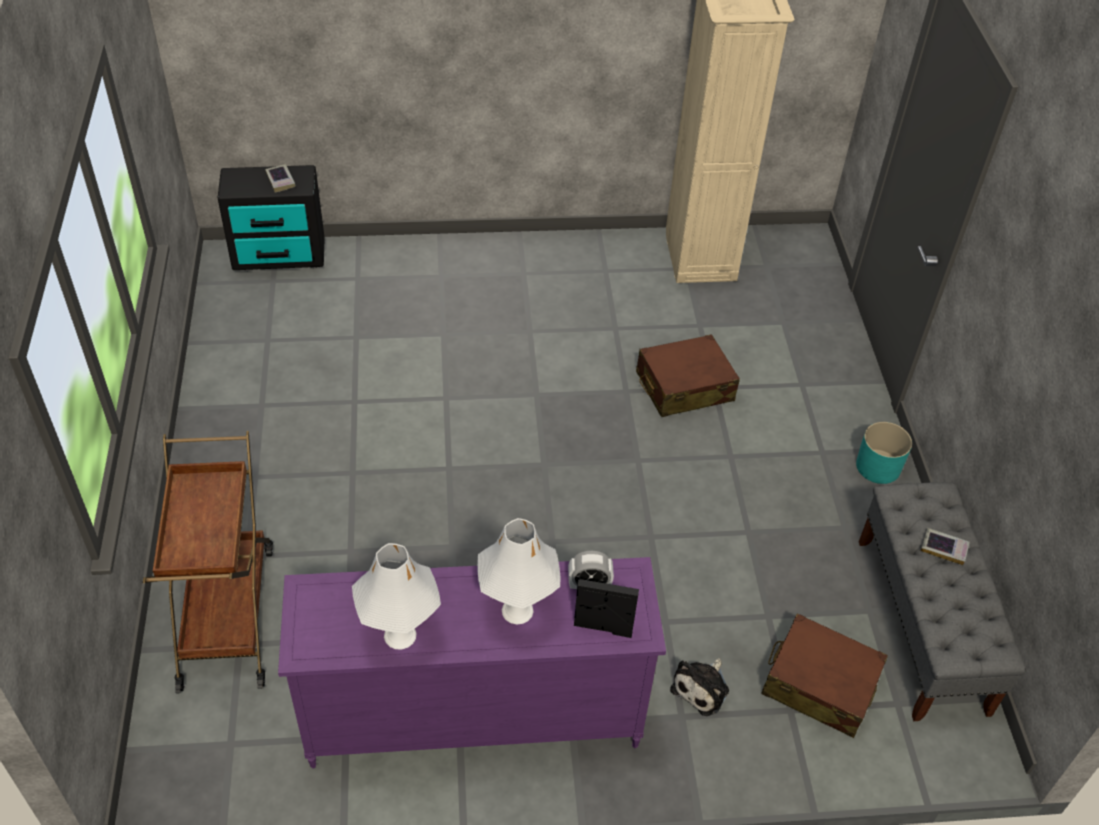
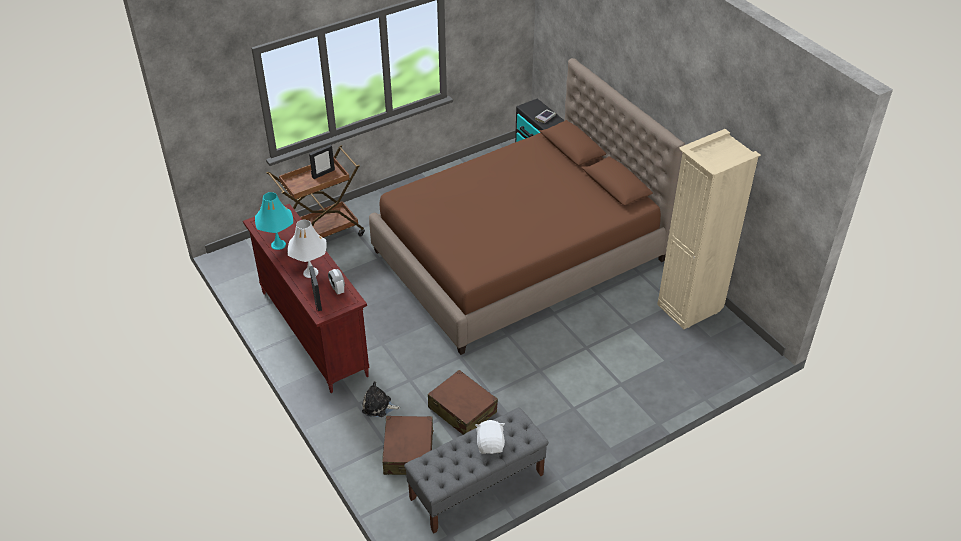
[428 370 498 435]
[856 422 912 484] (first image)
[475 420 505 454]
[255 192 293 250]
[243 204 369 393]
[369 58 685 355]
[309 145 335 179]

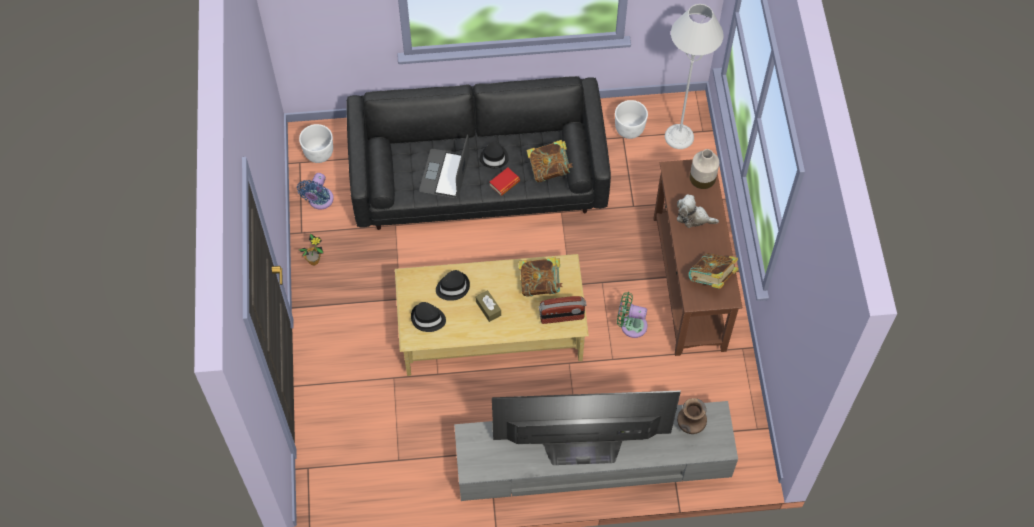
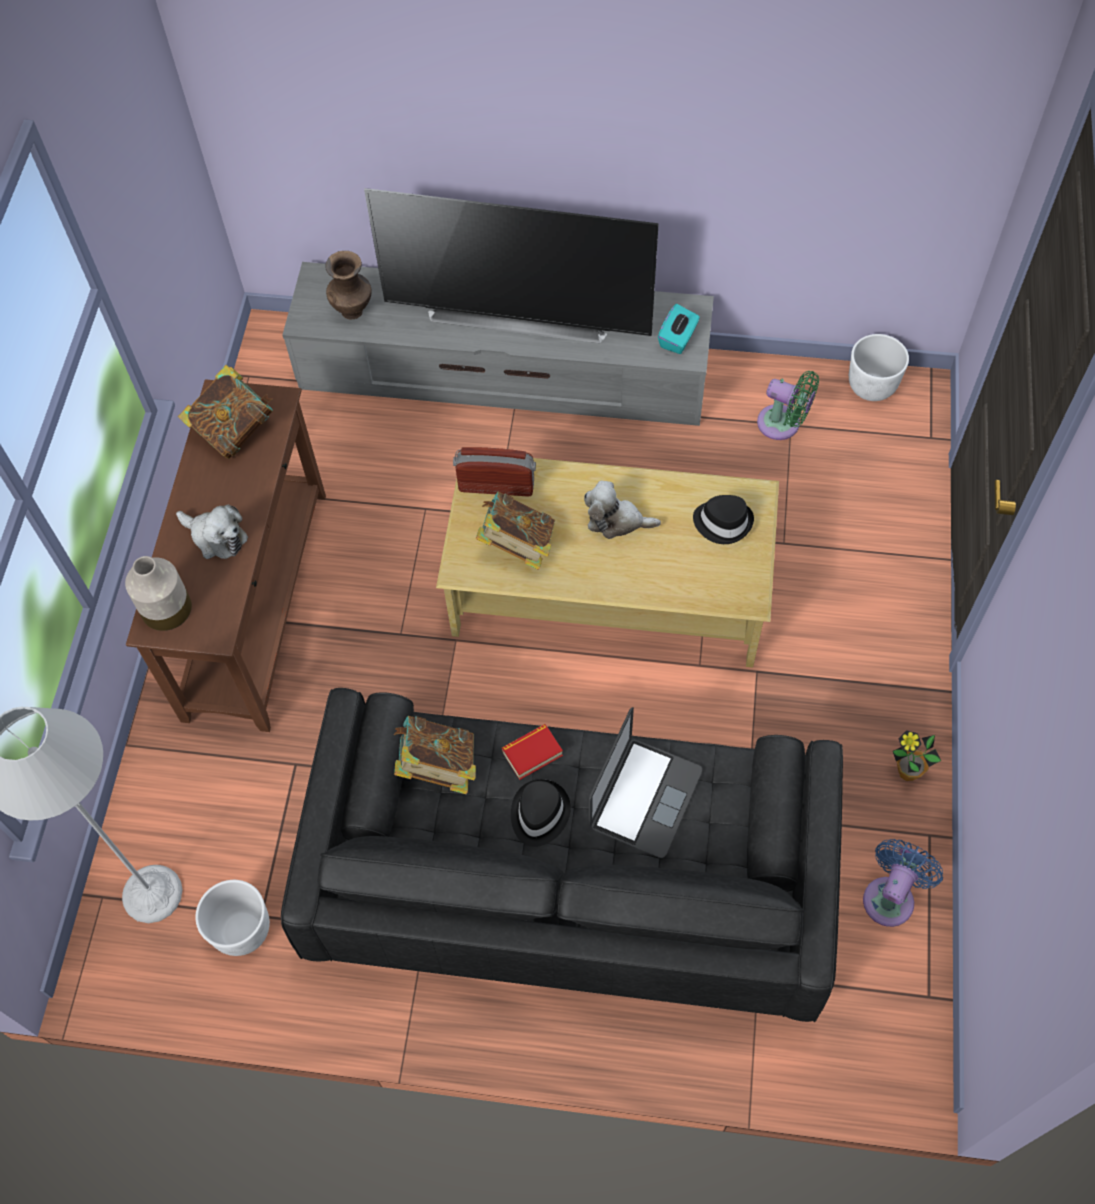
[849 334 909 401]
[436 270 470 301] (first image)
[584 481 661 539]
[757 371 819 440]
[658 304 700 354]

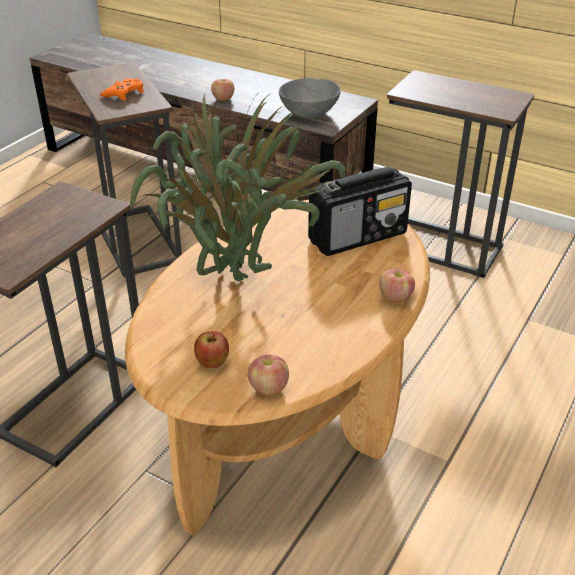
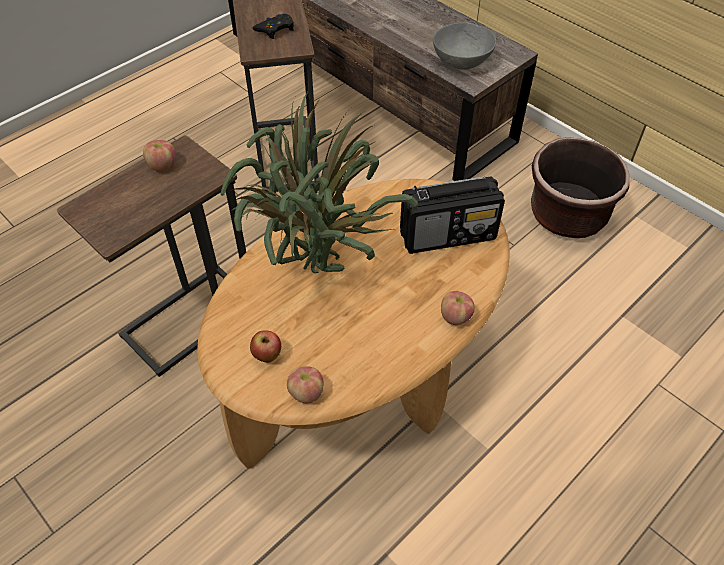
[531 137 629 238]
[253 14 294 39]
[143 140 175 171]

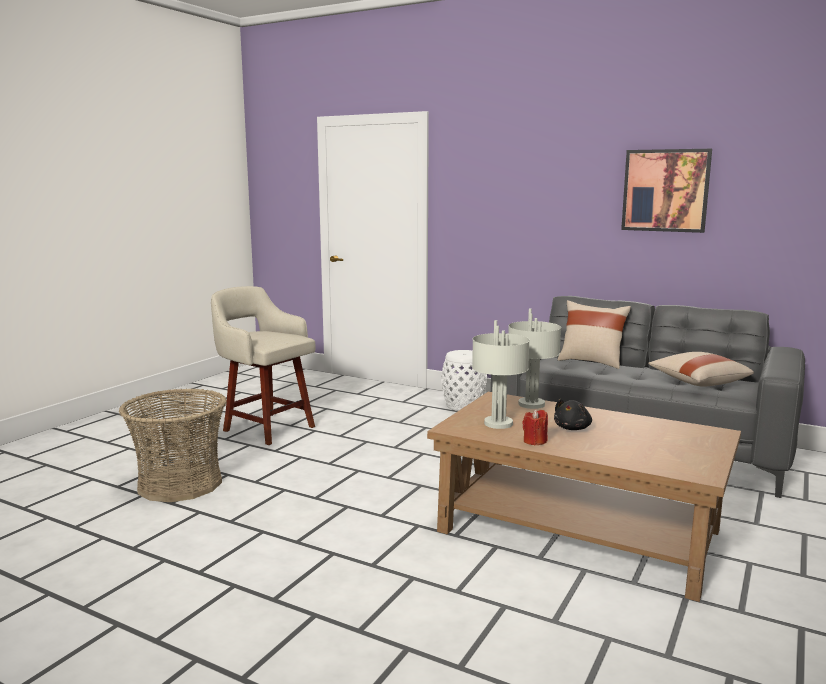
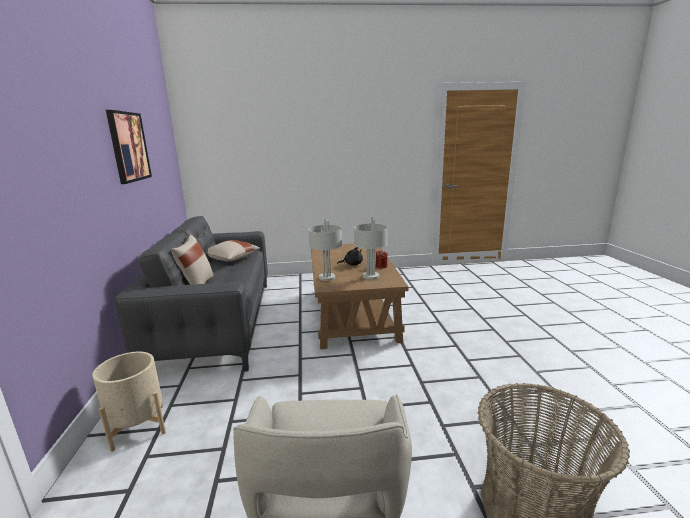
[92 352 166 452]

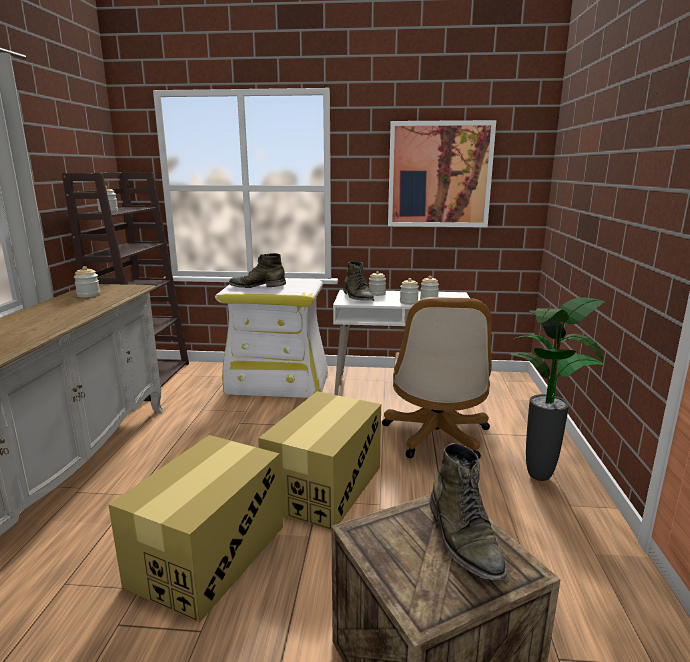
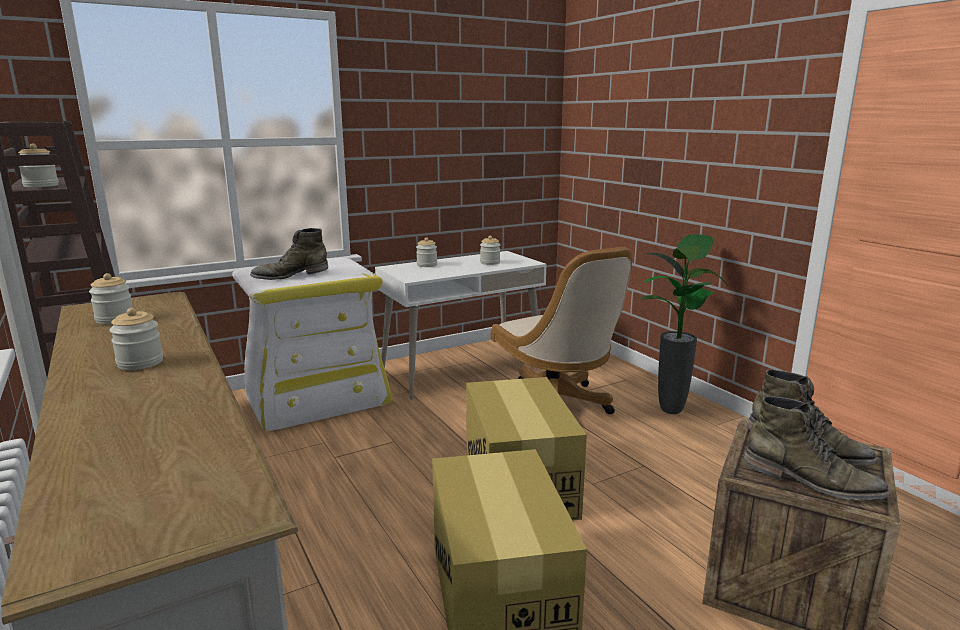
[388 120 496 227] (first image)
[743 396 890 500]
[110 308 163 370]

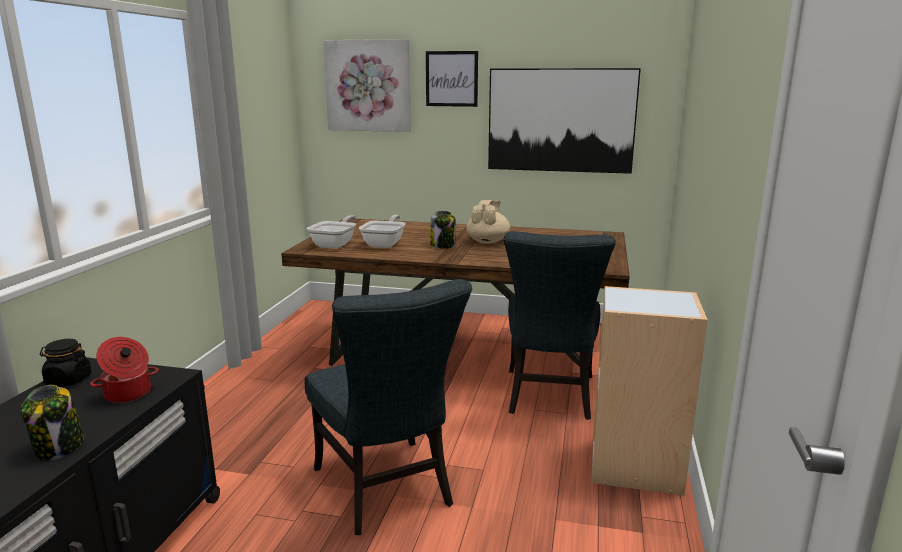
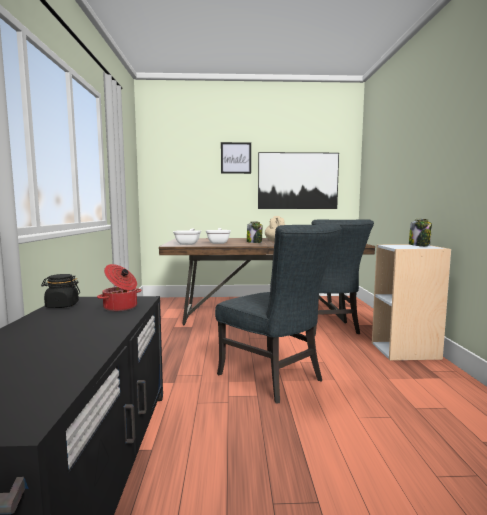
[323 39 411 132] (first image)
[409 219 432 246]

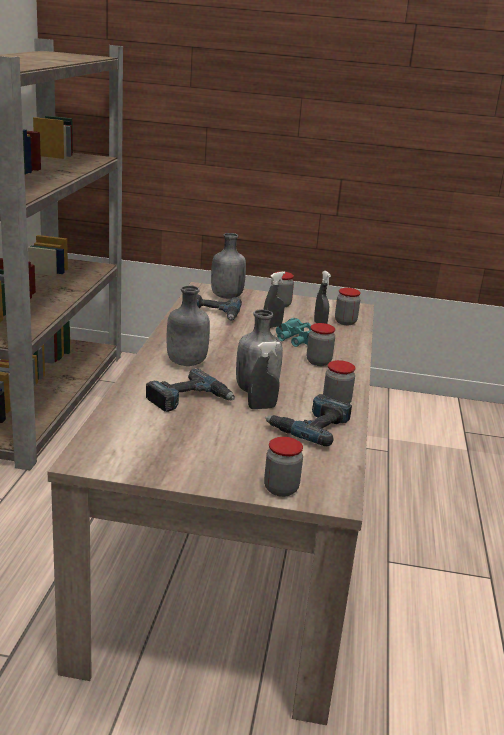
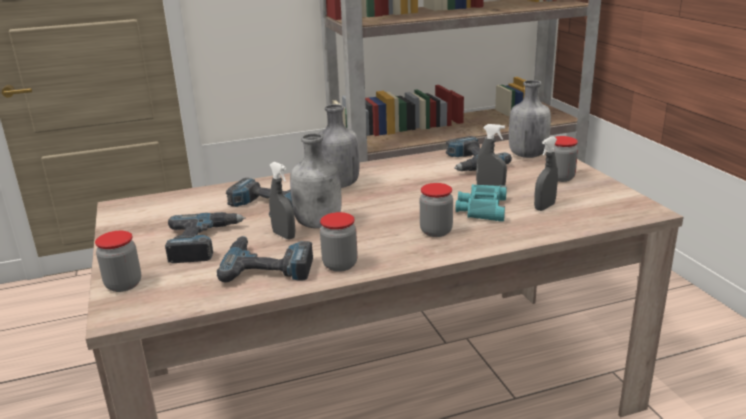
[335 288 361 325] (first image)
[165 212 245 263]

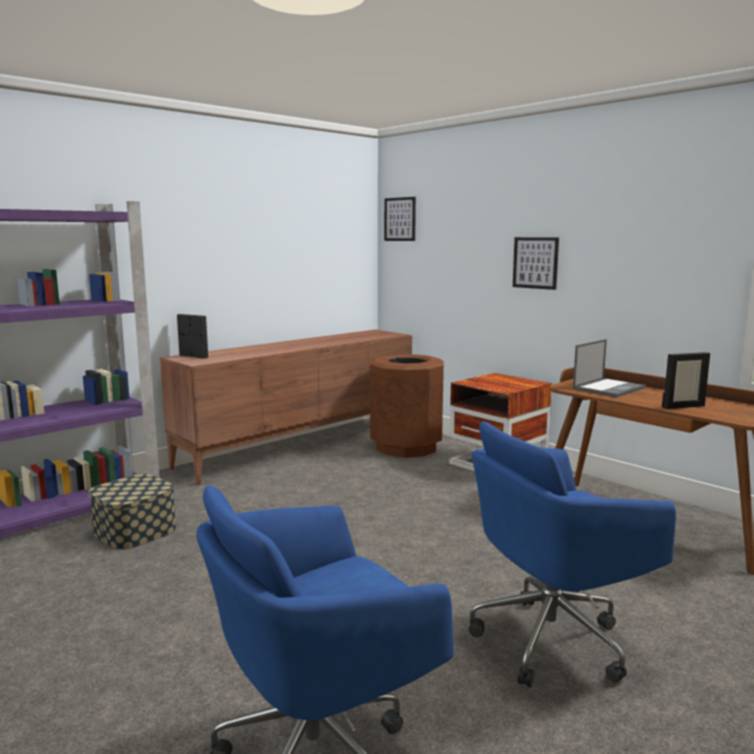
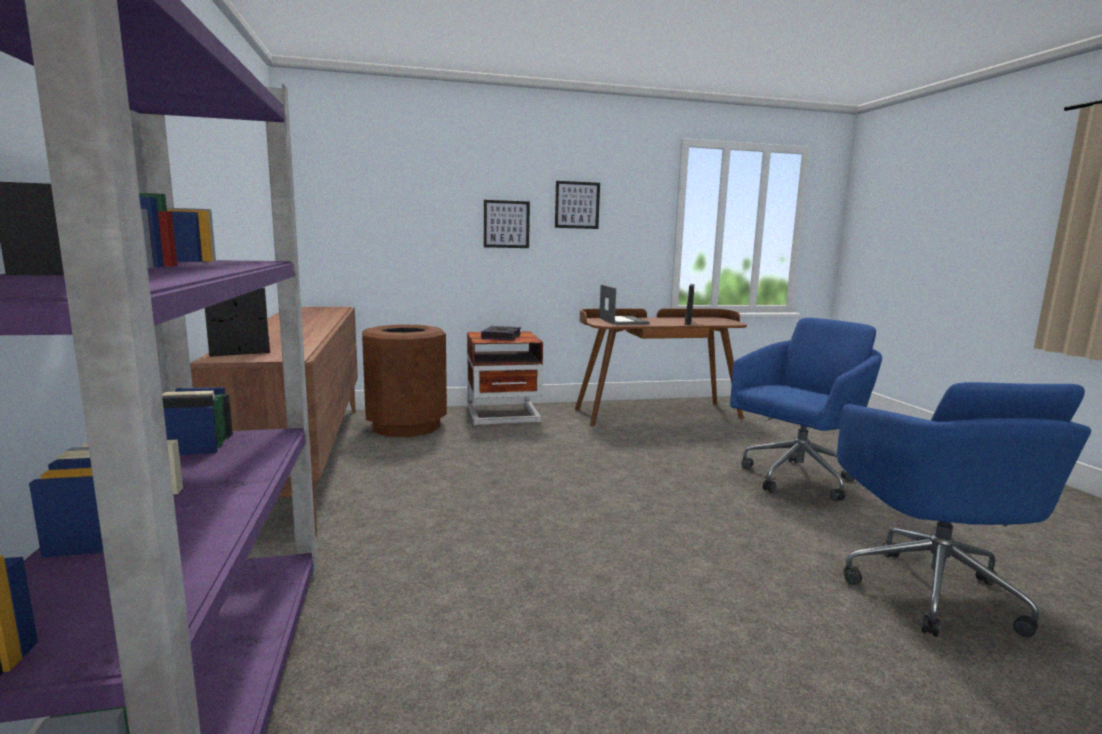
[555 181 600 229]
[730 318 882 501]
[88 474 176 549] (first image)
[481 326 521 340]

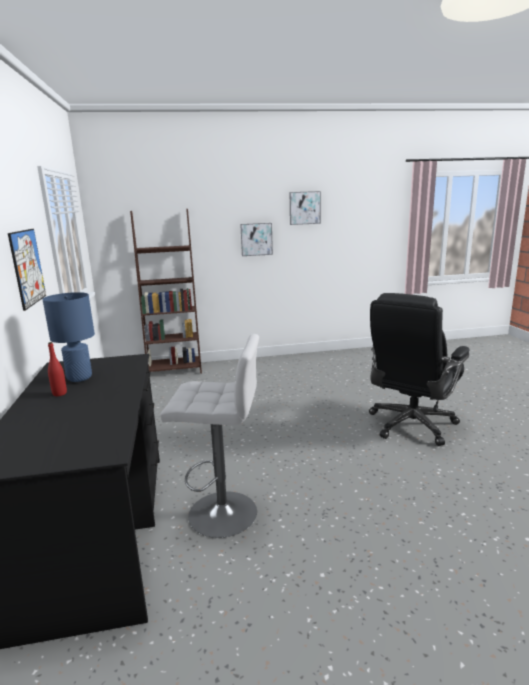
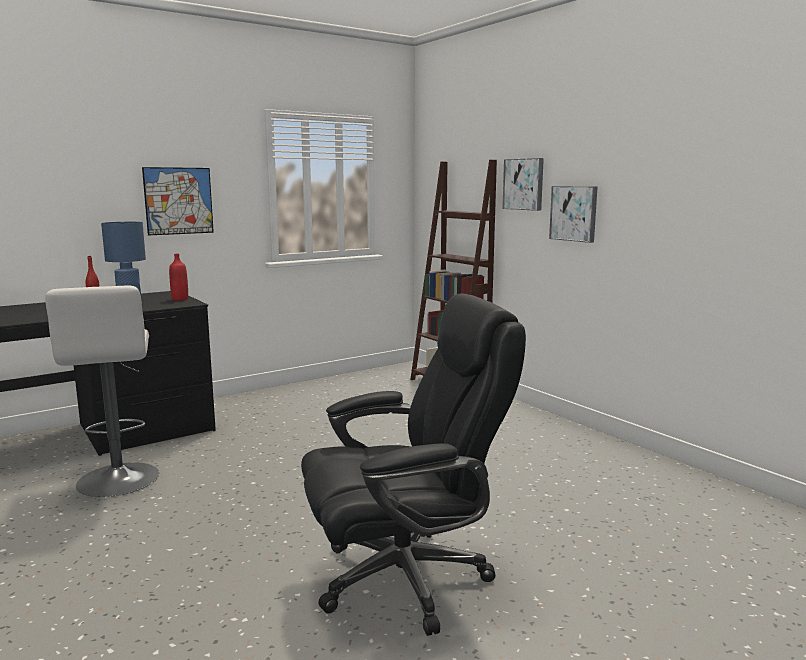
[502 158 544 211]
[301 293 526 636]
[169 254 188 301]

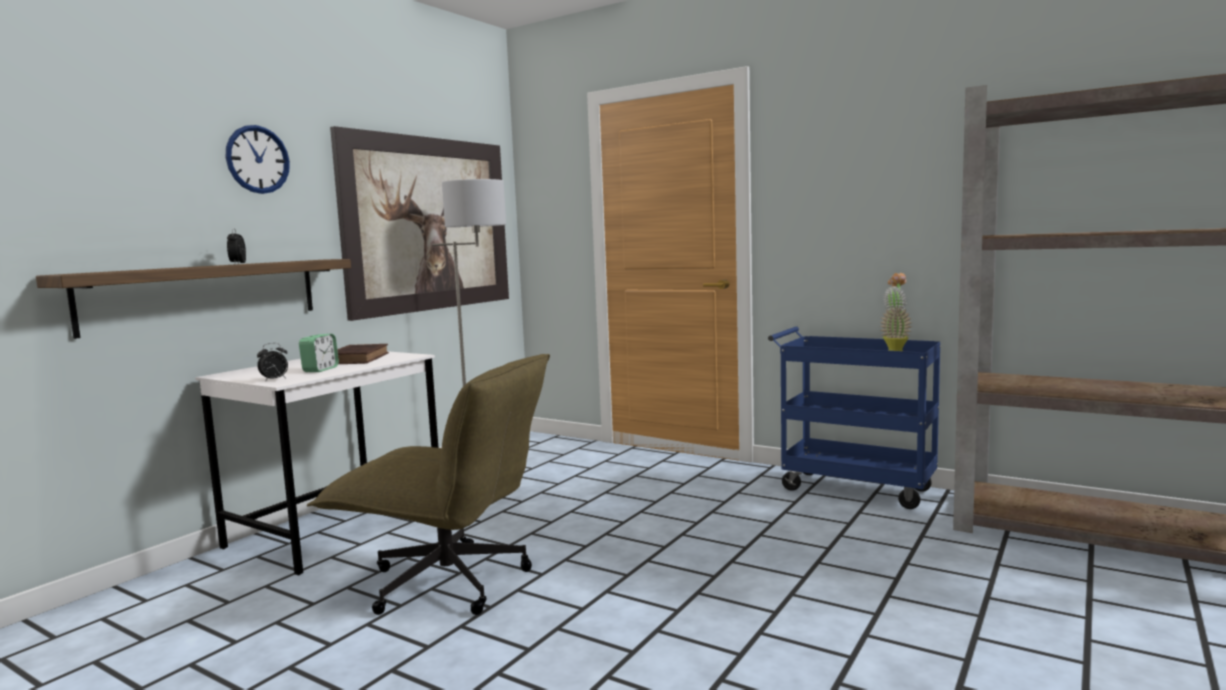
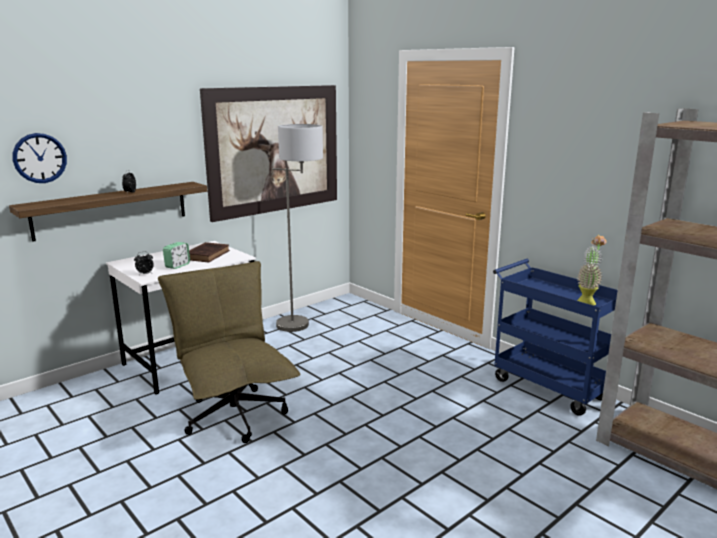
[13 133 67 183]
[158 261 300 443]

